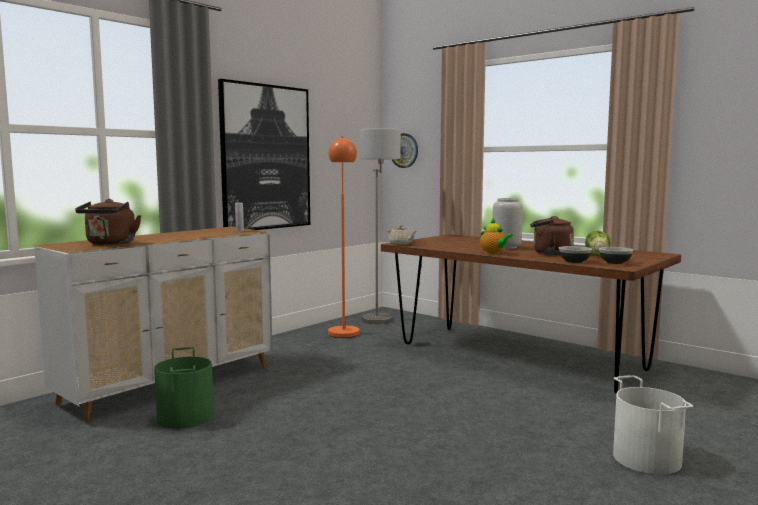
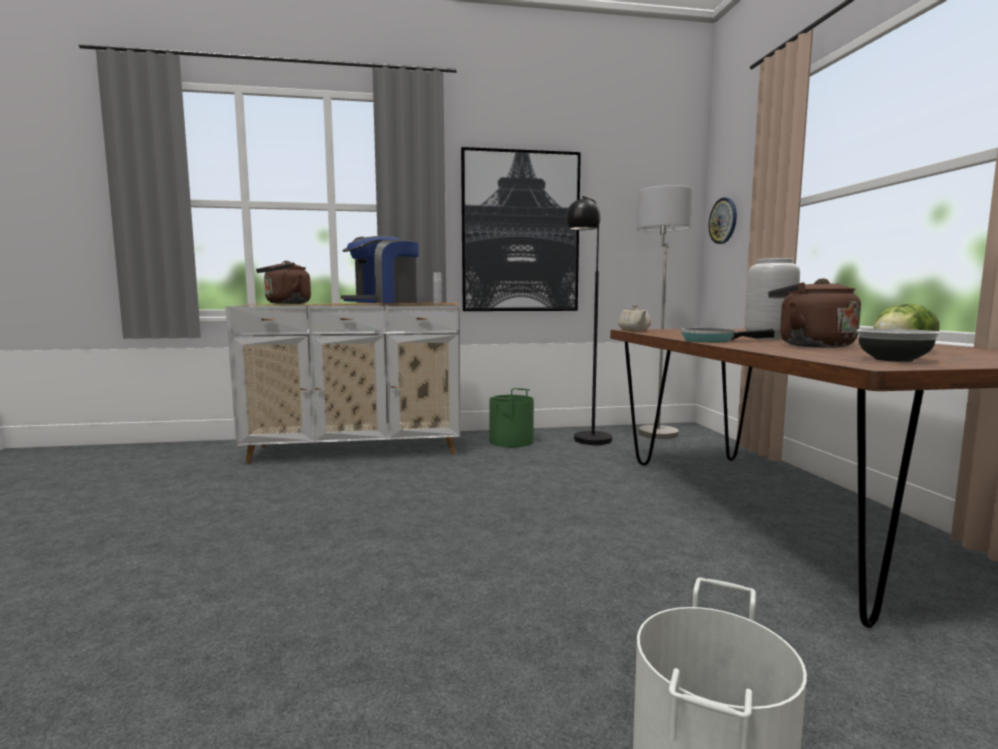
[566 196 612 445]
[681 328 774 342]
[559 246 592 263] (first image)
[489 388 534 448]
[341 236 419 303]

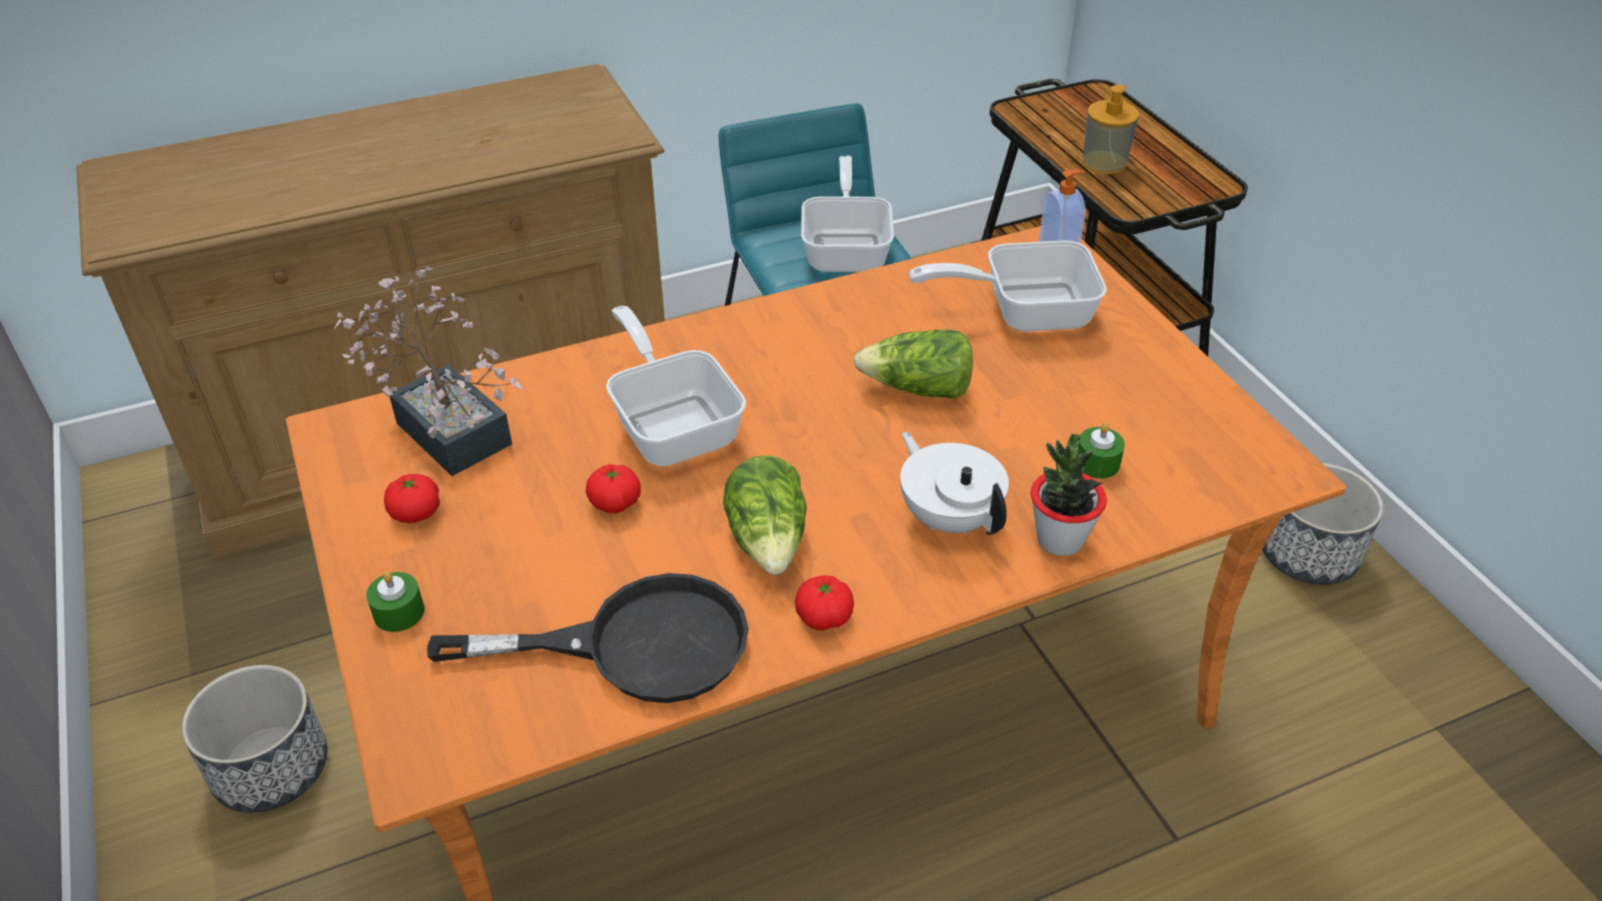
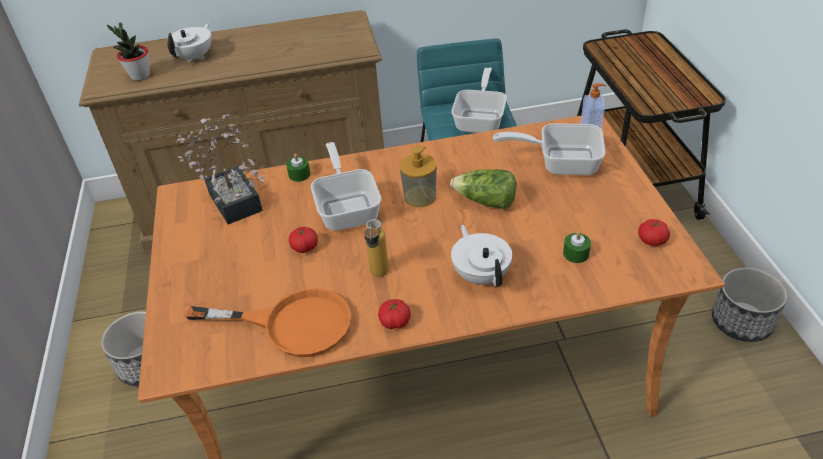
[399 146 437 207]
[107 22 150 81]
[364 219 389 277]
[638 219 670 246]
[286 153 311 182]
[186 288 351 357]
[167 22 212 62]

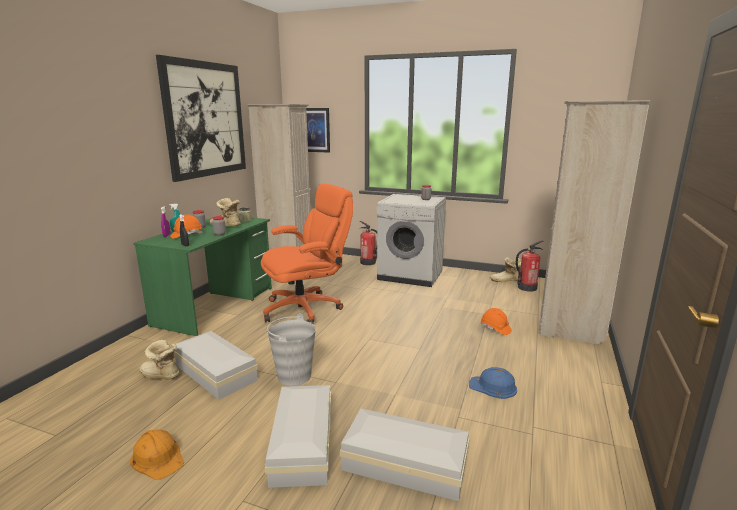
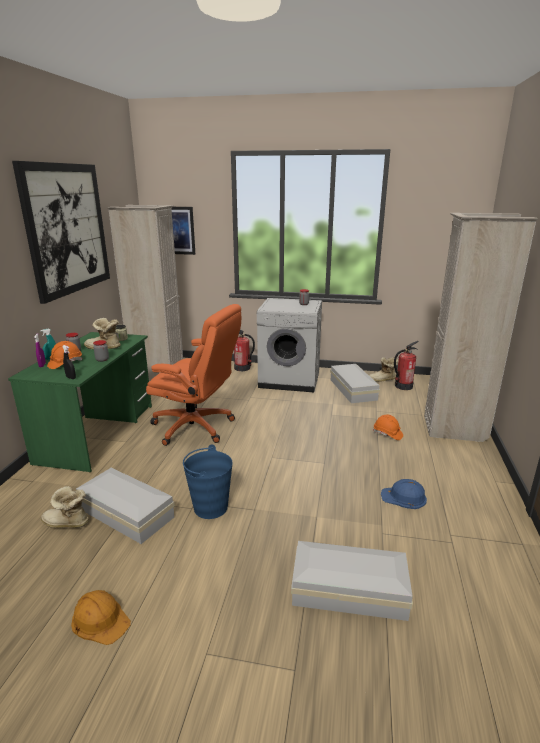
[146 304 241 446]
[183 444 233 519]
[330 364 380 403]

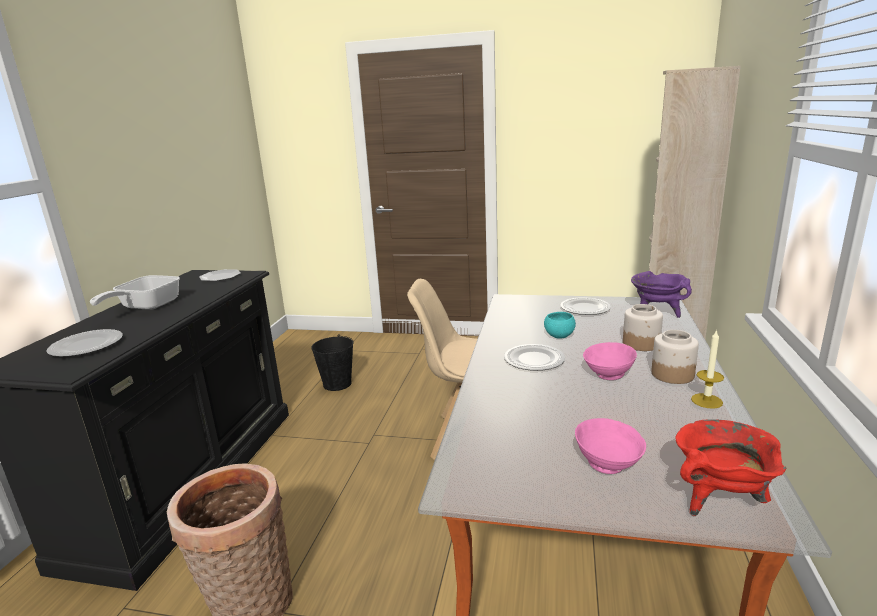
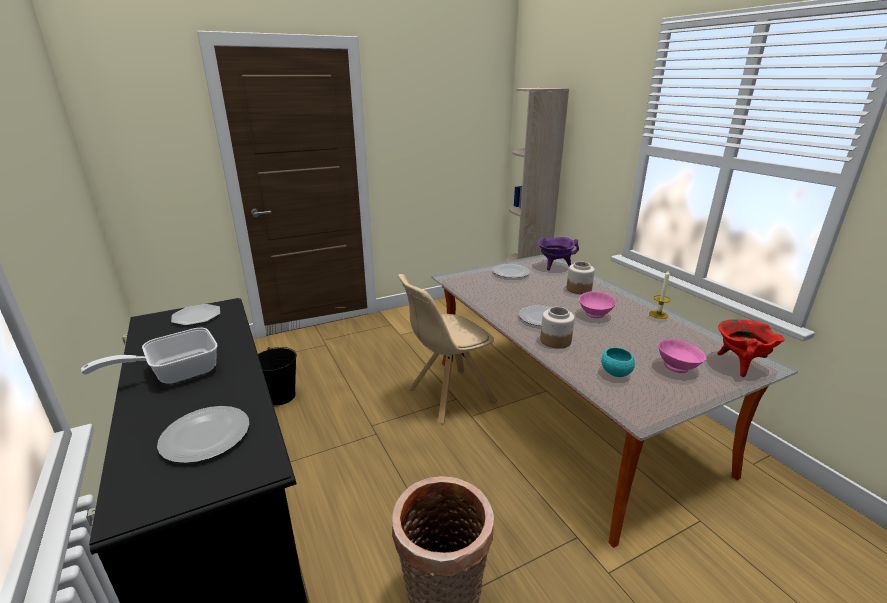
[81 328 218 384]
[601 348 635 377]
[540 307 575 348]

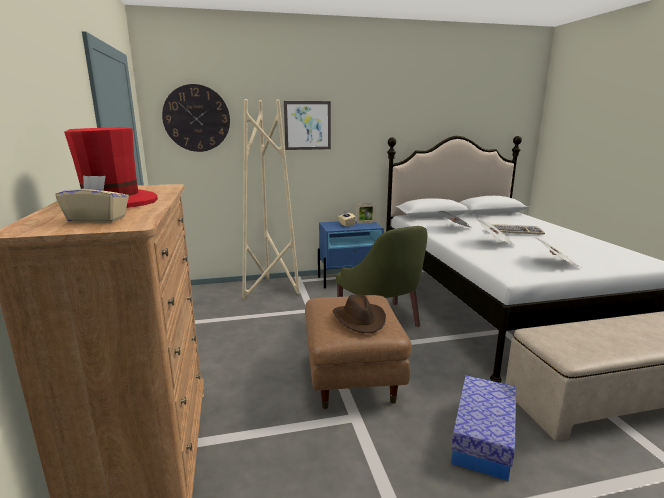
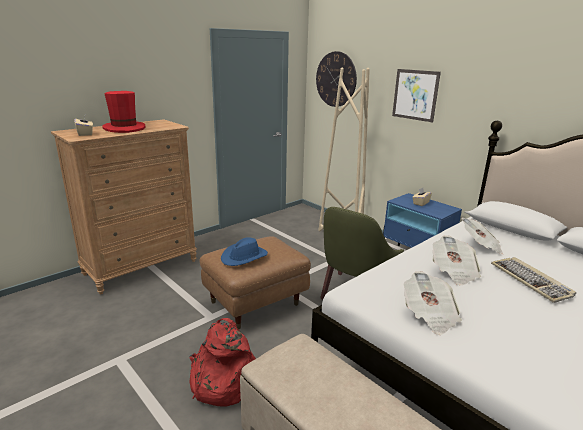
[356 203 376 224] (first image)
[221 237 268 266]
[189 318 256 407]

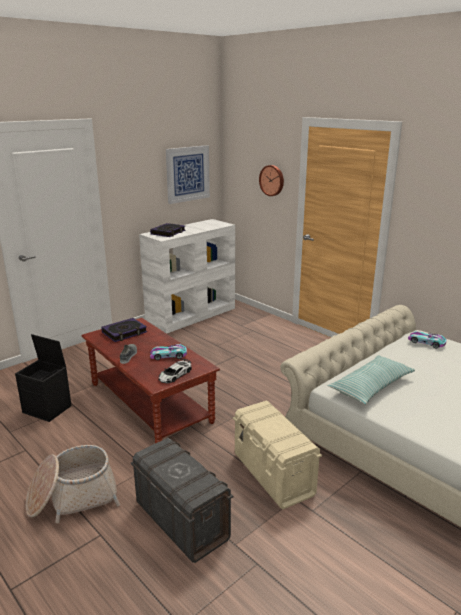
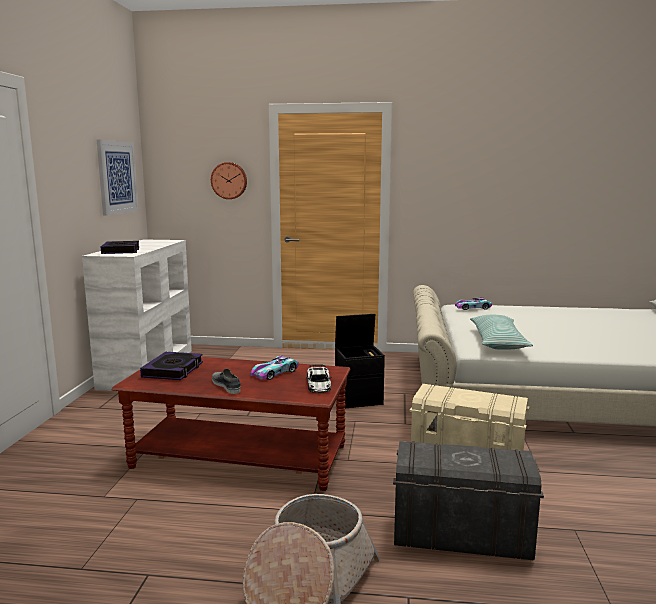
[335 314 385 408]

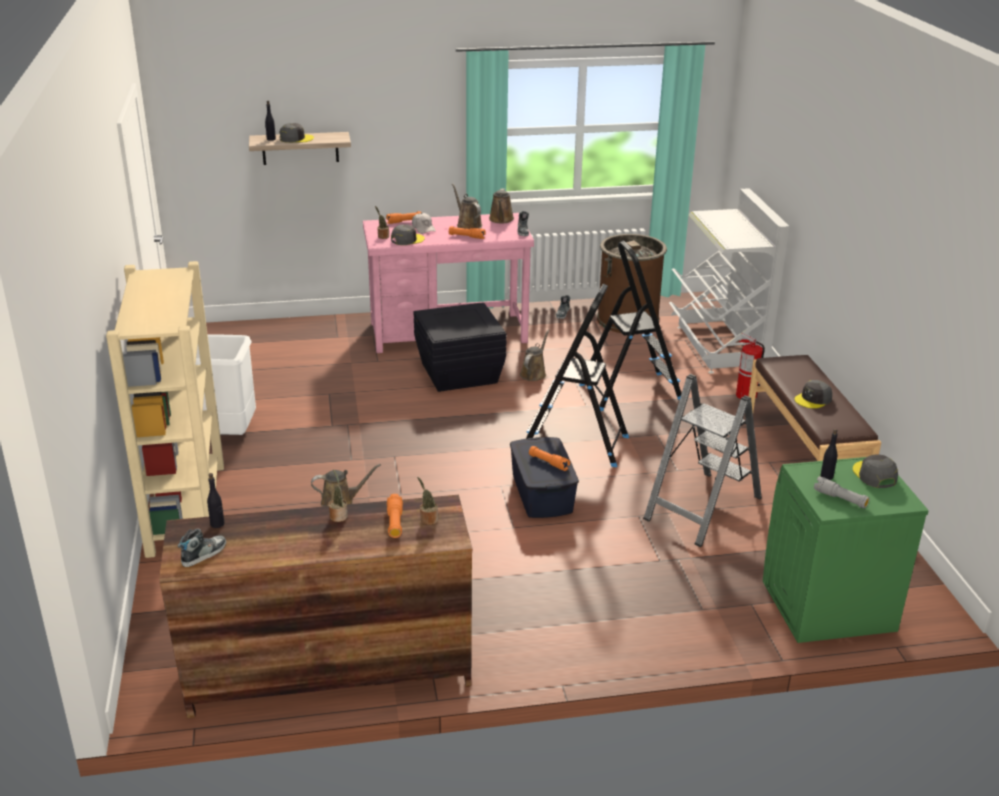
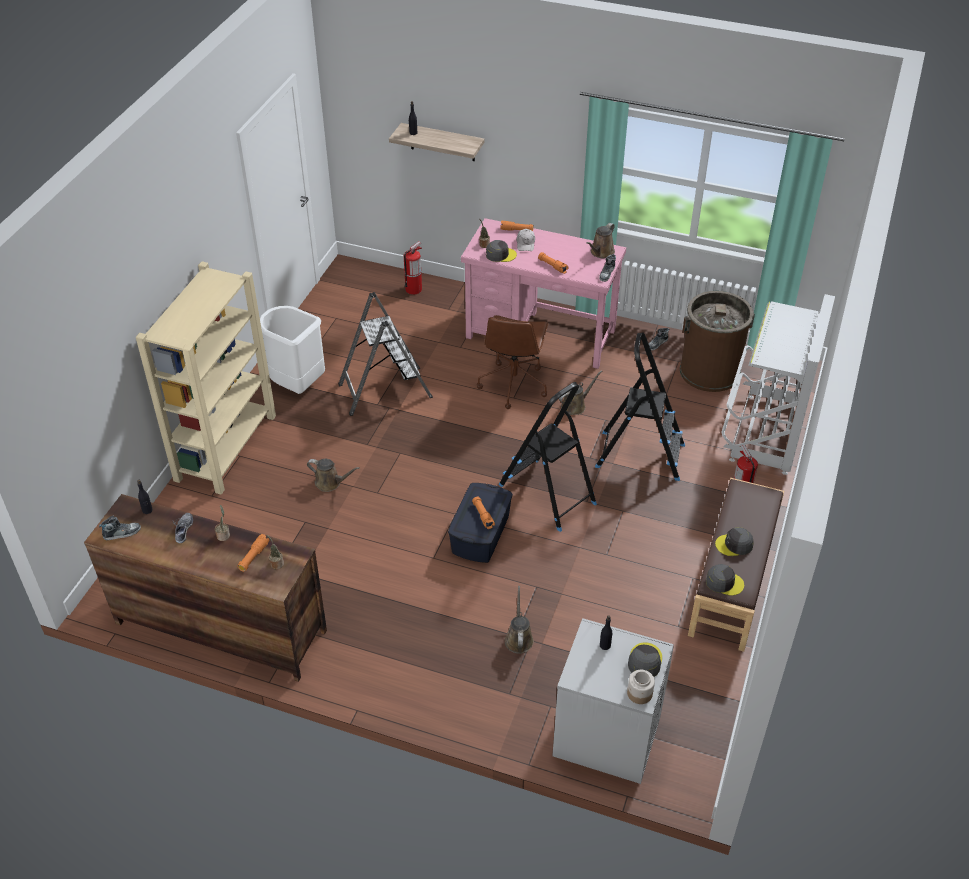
[706 564 744 596]
[505 586 534 654]
[477 315 548 409]
[338 292 433 416]
[552 618 674 784]
[814 476 870 509] (first image)
[404 241 422 295]
[173 513 193 543]
[627 670 655 704]

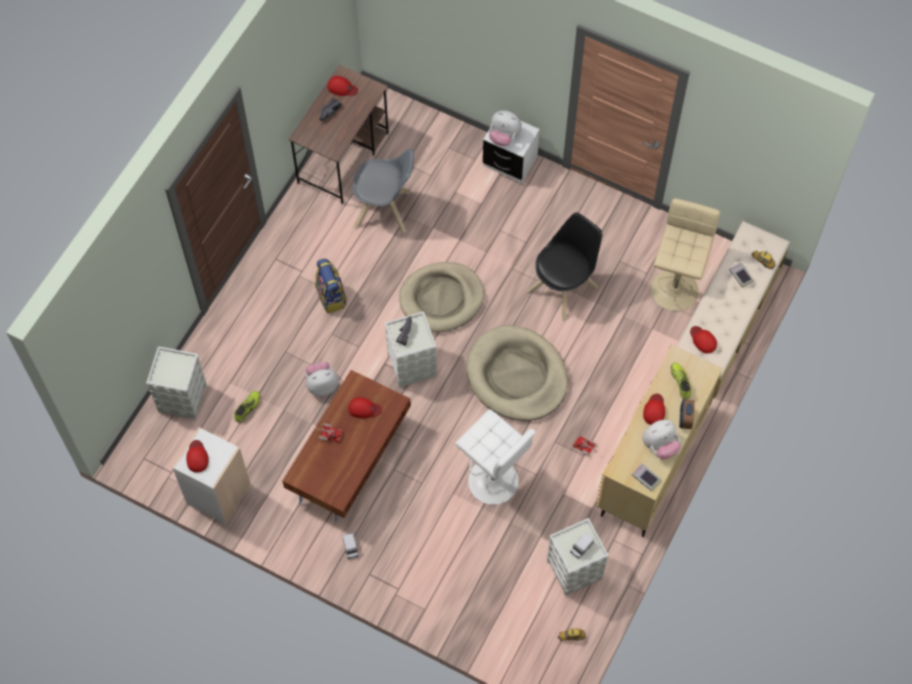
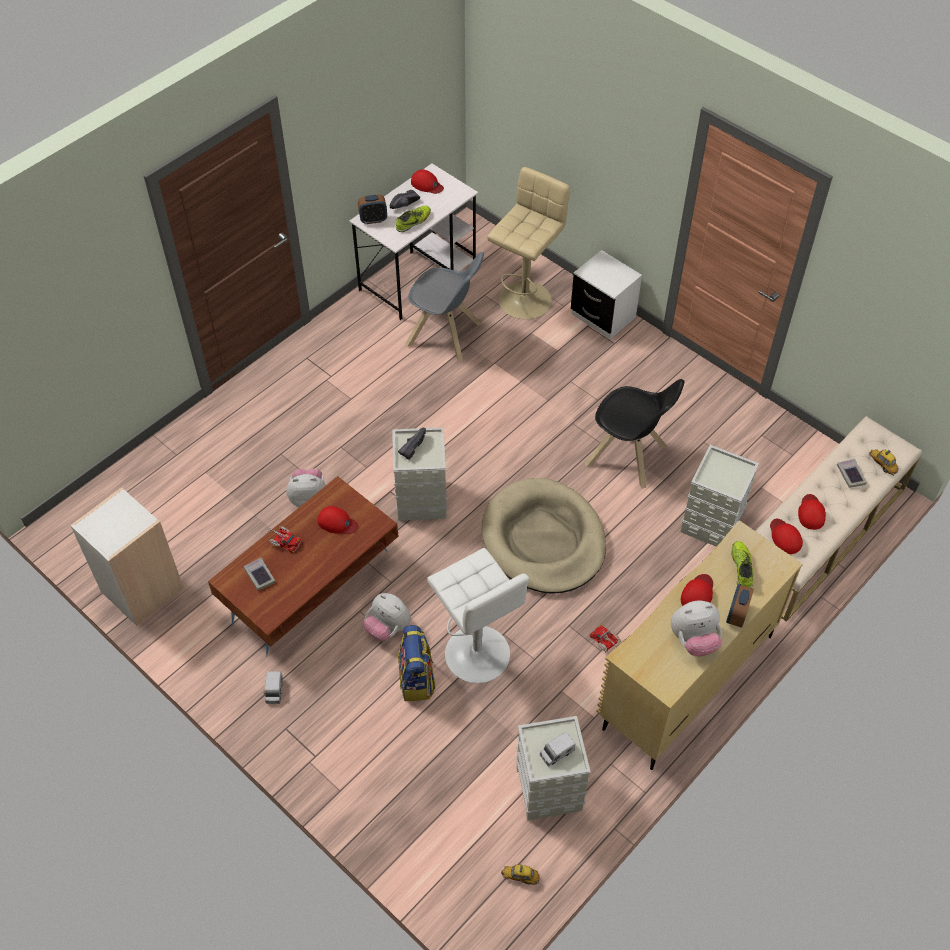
[349 164 478 320]
[363 593 411 641]
[487 167 570 319]
[584 379 684 489]
[398 625 436 701]
[399 262 484 332] (first image)
[681 445 759 547]
[396 206 431 232]
[798 494 826 530]
[244 558 275 590]
[358 195 387 224]

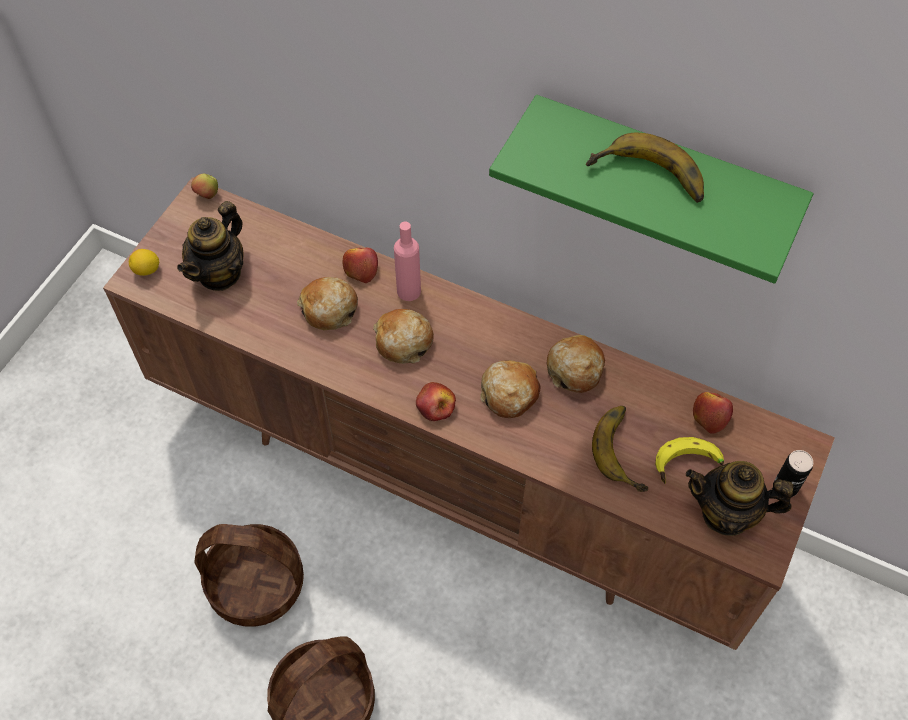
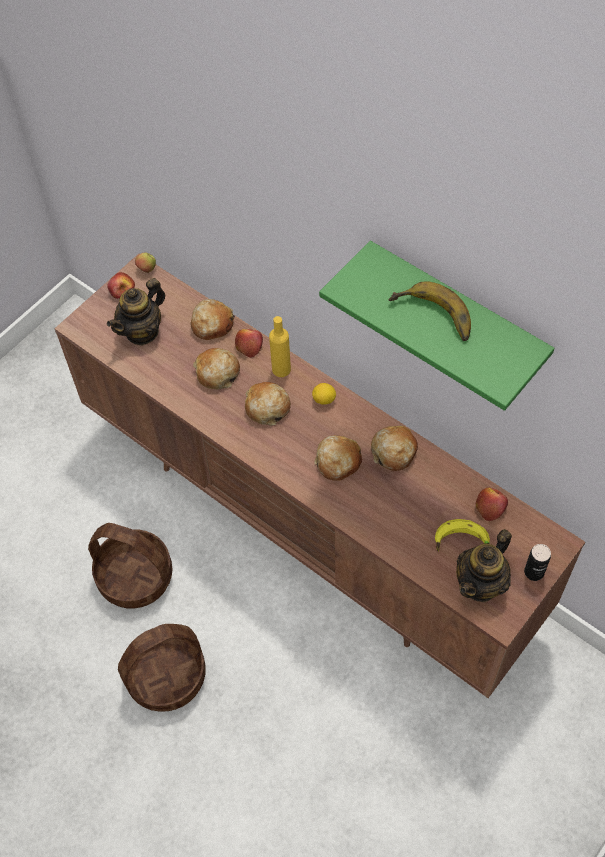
[269 316 291 377]
[312 383 336 405]
[107 272 135 299]
[592 406 648 492] (first image)
[456 529 512 602]
[191 299 235 340]

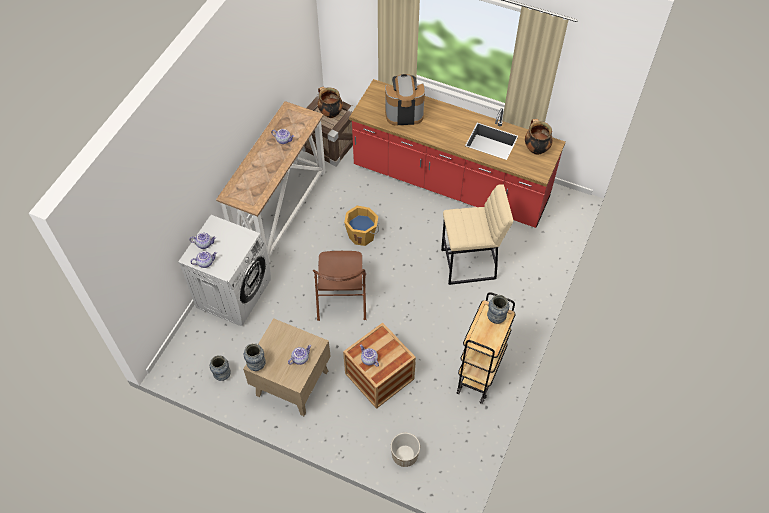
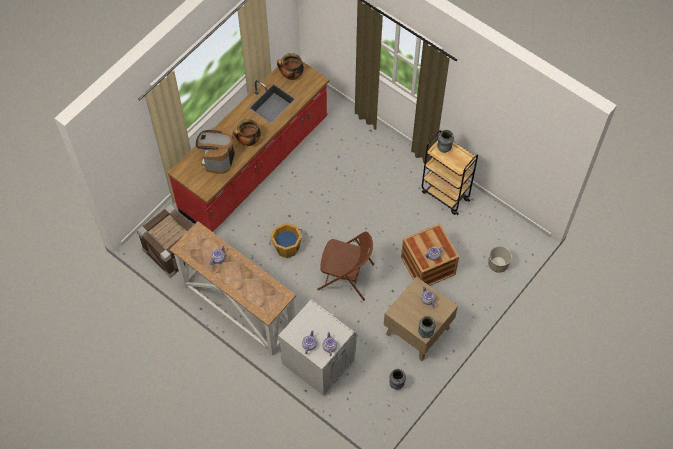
[233 119 261 146]
[441 184 513 285] (first image)

